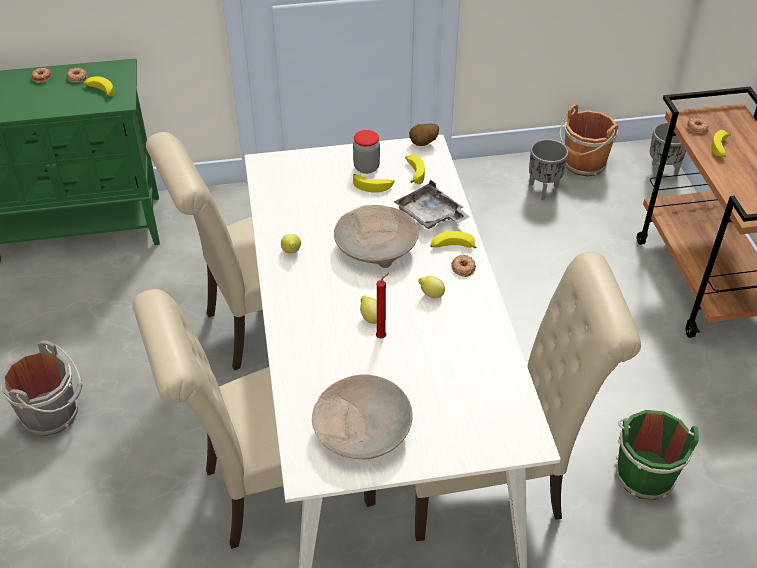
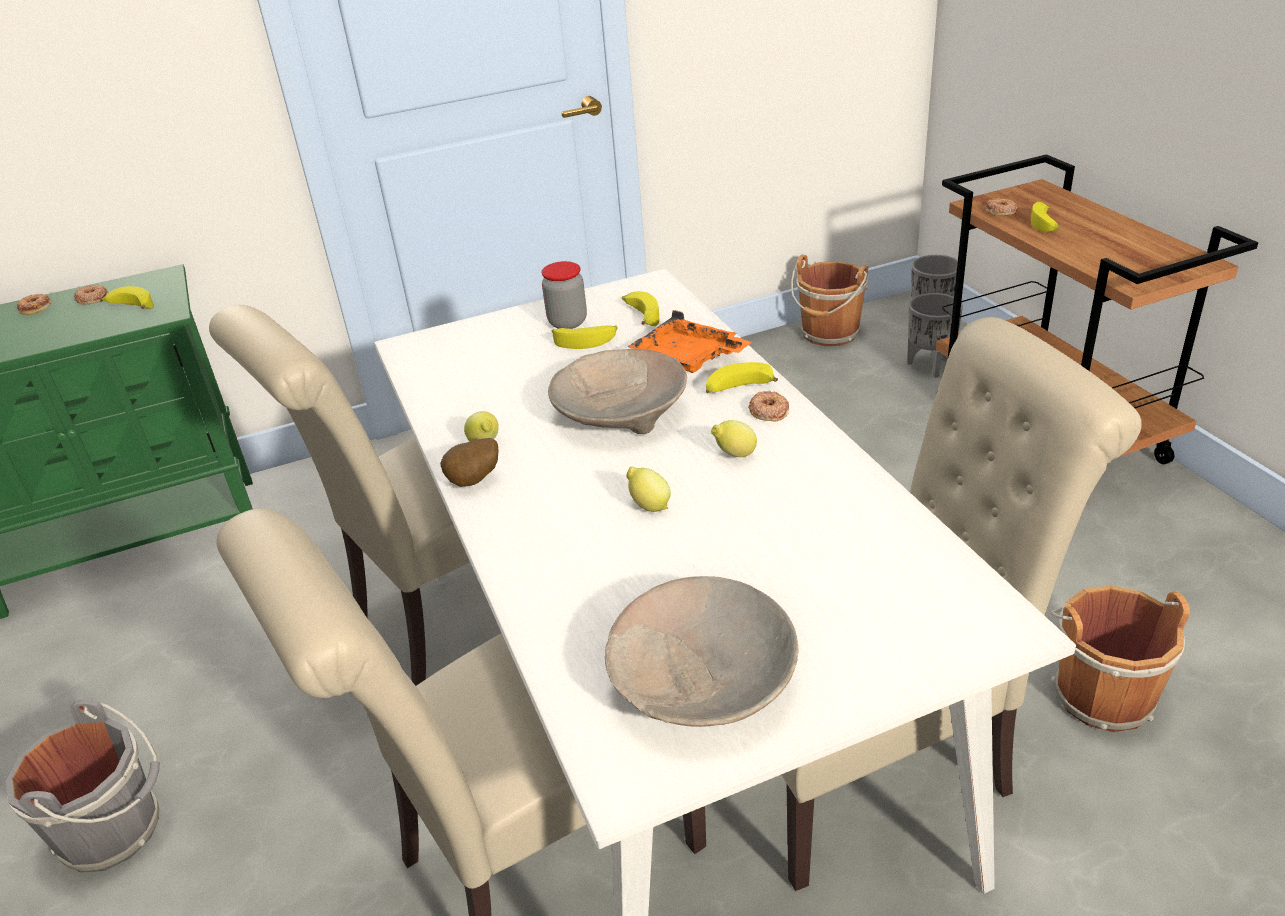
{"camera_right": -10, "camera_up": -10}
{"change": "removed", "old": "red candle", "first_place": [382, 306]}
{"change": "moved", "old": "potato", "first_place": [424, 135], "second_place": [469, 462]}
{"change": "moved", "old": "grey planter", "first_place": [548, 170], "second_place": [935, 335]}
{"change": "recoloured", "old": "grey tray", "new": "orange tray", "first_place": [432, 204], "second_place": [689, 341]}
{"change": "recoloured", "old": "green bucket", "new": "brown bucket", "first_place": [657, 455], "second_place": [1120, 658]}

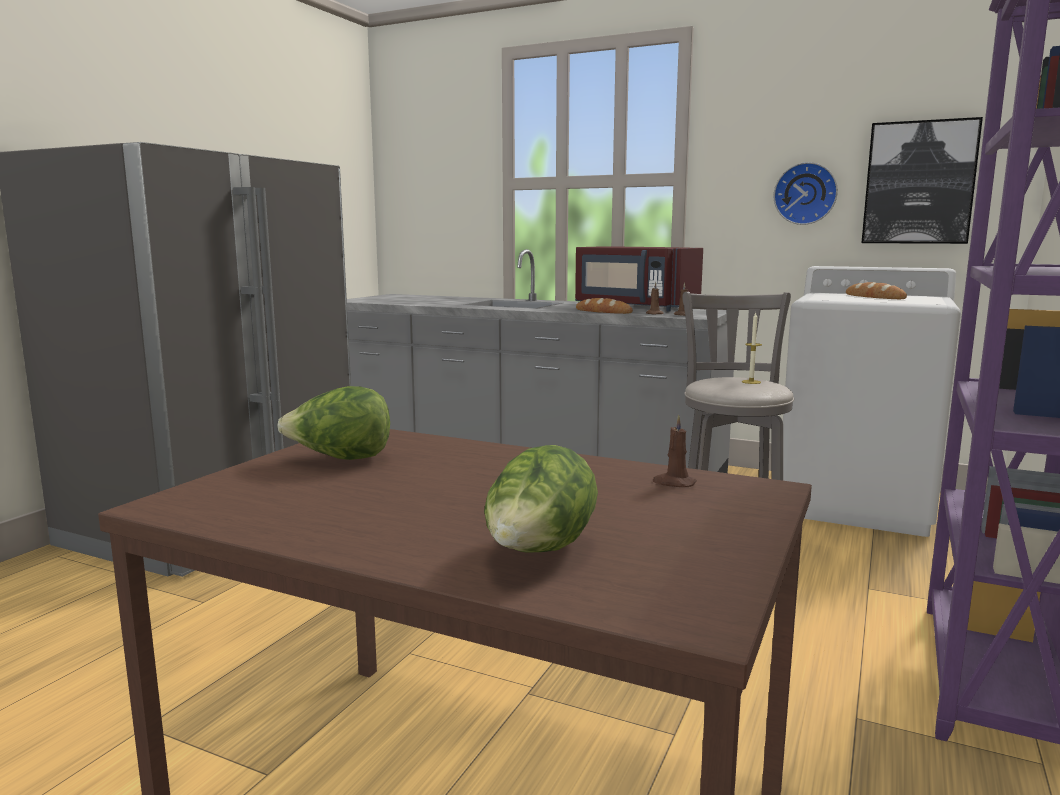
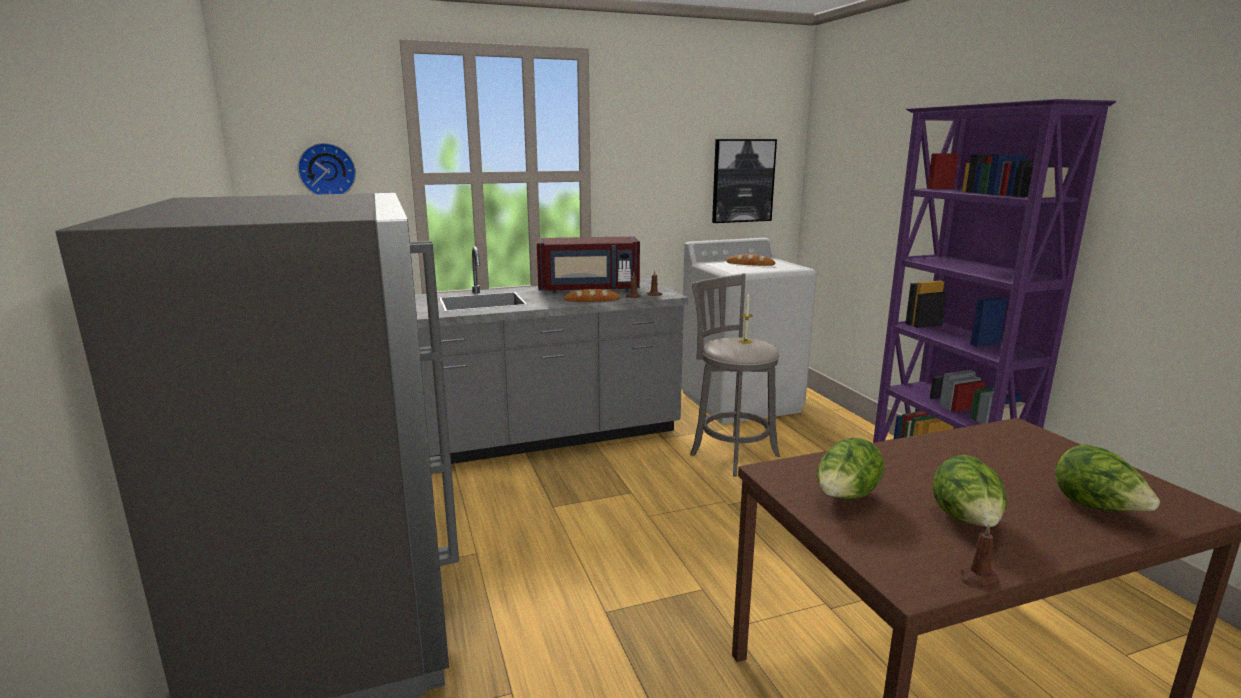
{"camera_right": -45, "camera_up": 5}
{"change": "added", "new": "lettuce", "second_place": [969, 491]}
{"change": "moved", "old": "brown candle", "first_place": [675, 450], "second_place": [980, 555]}
{"change": "moved", "old": "wall clock", "first_place": [806, 193], "second_place": [326, 169]}

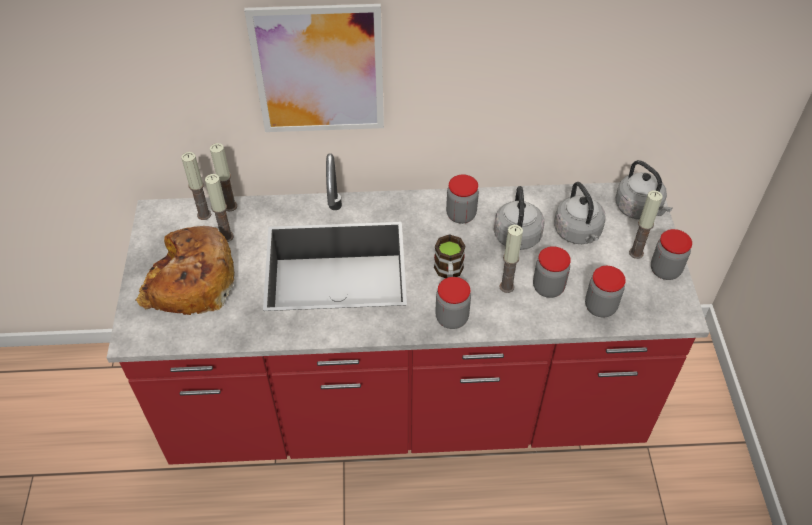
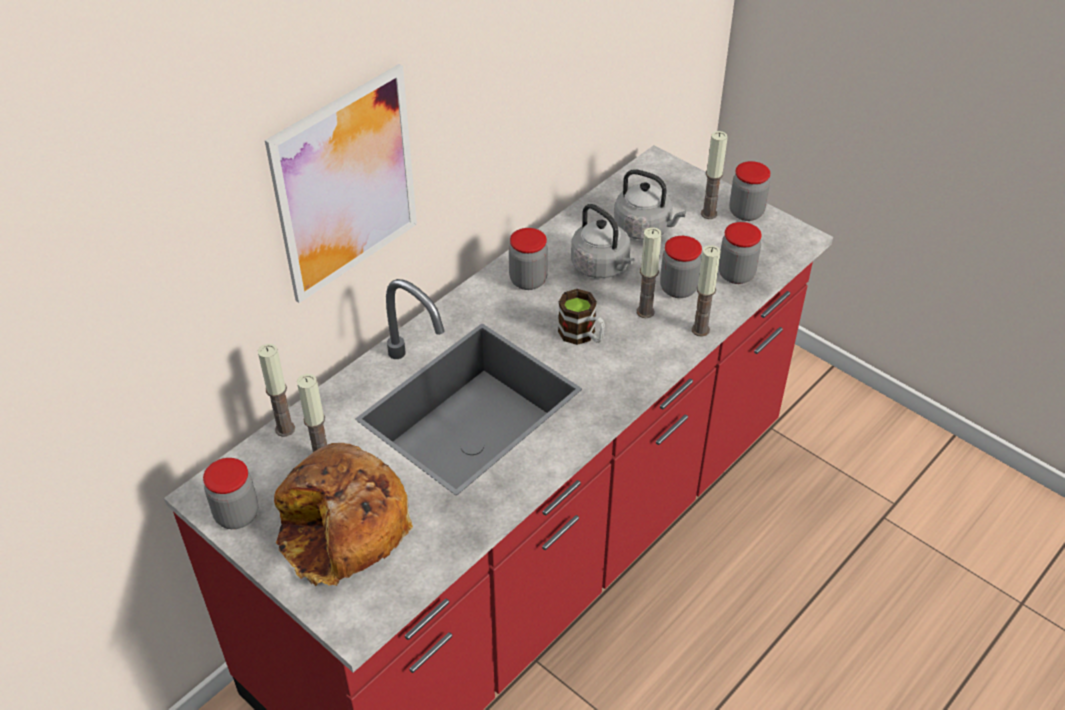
{"camera_right": -45, "camera_up": -5}
{"change": "removed", "old": "grey kettle", "first_place": [643, 190]}
{"change": "moved", "old": "candle", "first_place": [196, 186], "second_place": [706, 291]}
{"change": "moved", "old": "jar", "first_place": [453, 303], "second_place": [230, 493]}

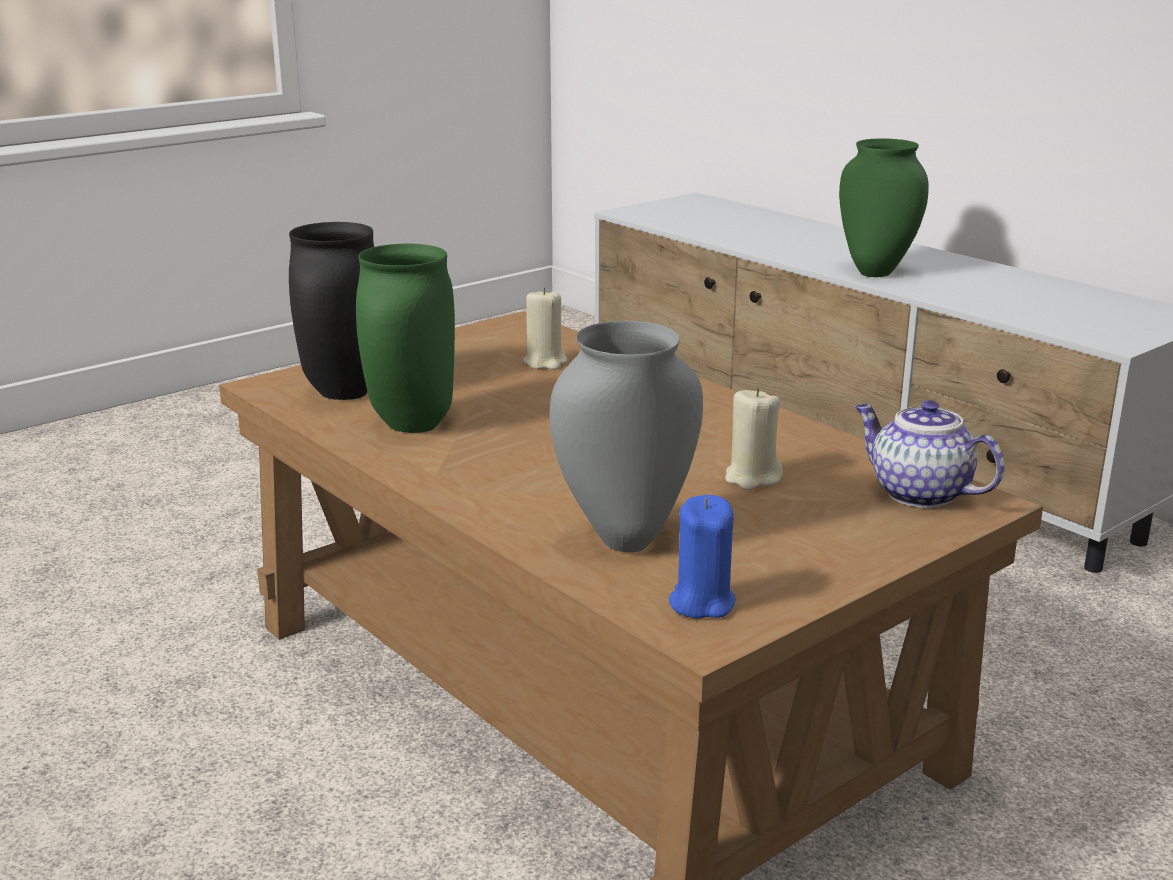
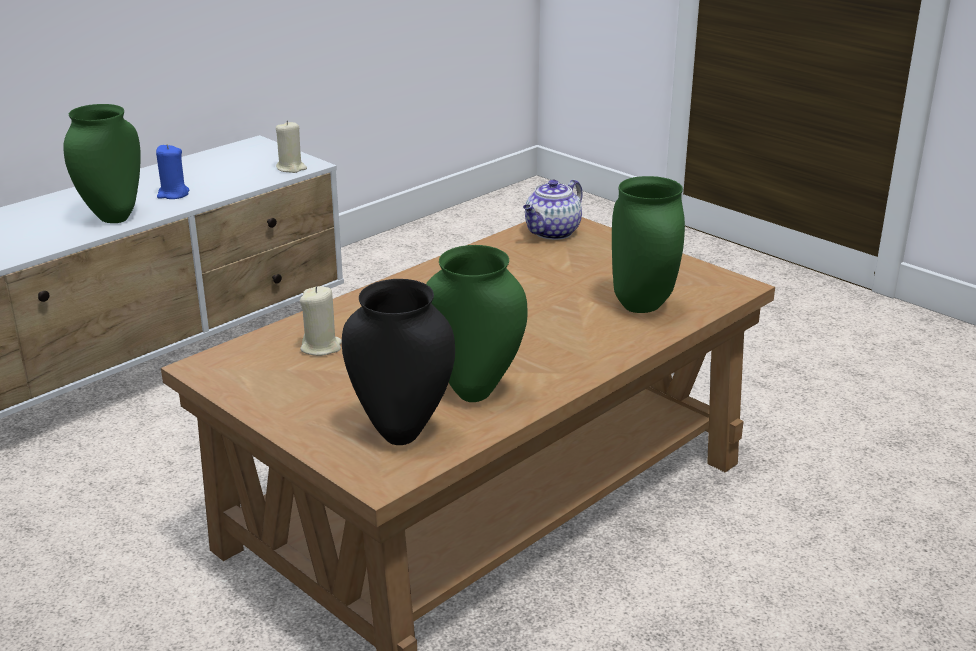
{"camera_right": -95, "camera_up": 5}
{"change": "moved", "old": "blue candle", "first_place": [702, 556], "second_place": [173, 171]}
{"change": "moved", "old": "beige candle", "first_place": [754, 439], "second_place": [291, 147]}
{"change": "recoloured", "old": "grey vase", "new": "green vase", "first_place": [626, 437], "second_place": [648, 244]}

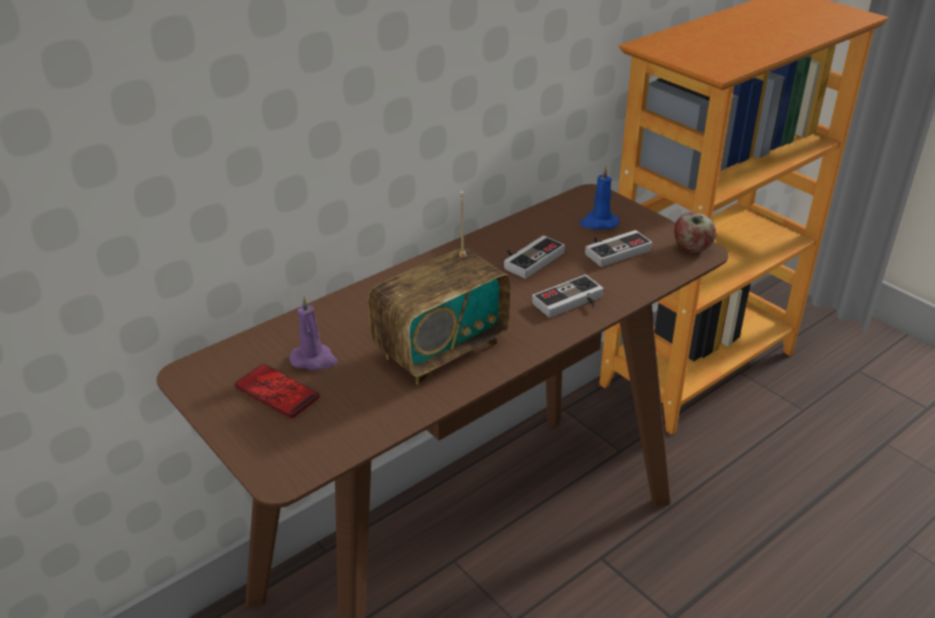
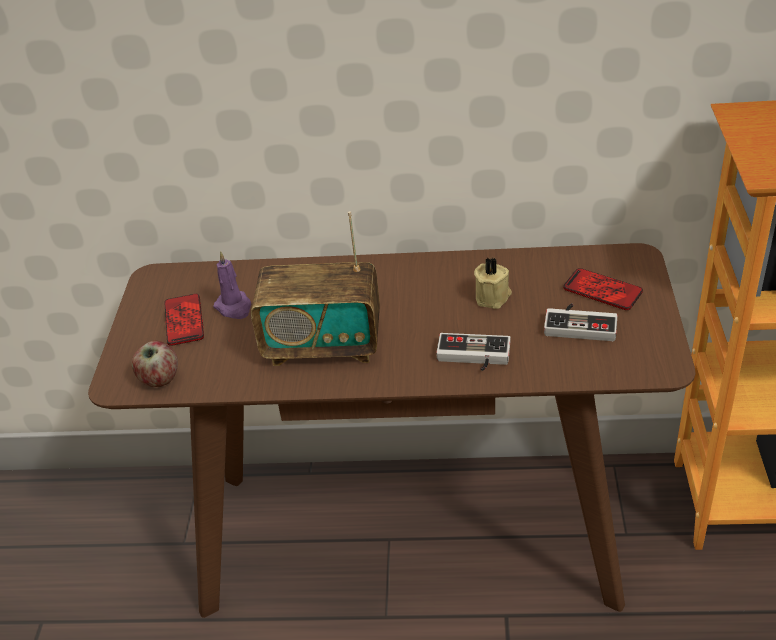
{"camera_right": 45, "camera_up": 5}
{"change": "moved", "old": "apple", "first_place": [695, 232], "second_place": [155, 364]}
{"change": "replaced", "old": "game controller", "new": "beige candle", "first_place": [534, 257], "second_place": [493, 283]}
{"change": "replaced", "old": "blue candle", "new": "phone", "first_place": [599, 197], "second_place": [603, 289]}

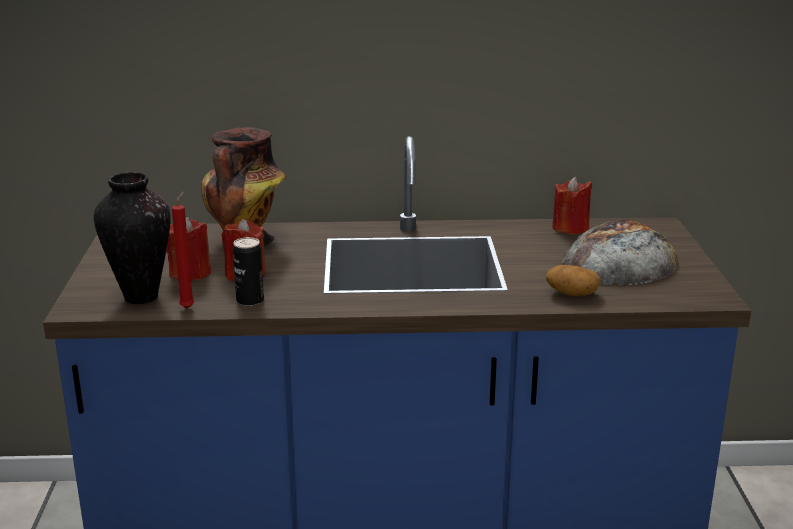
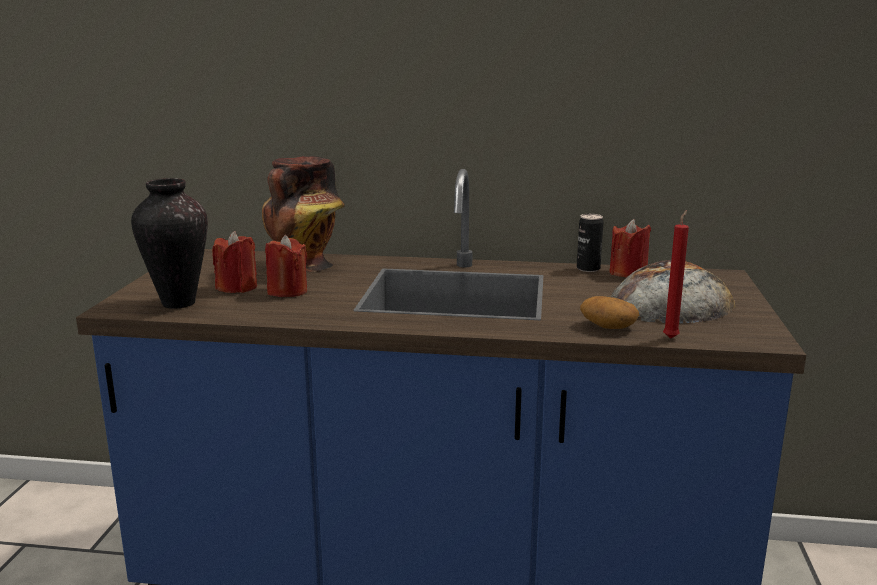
{"camera_right": 10, "camera_up": -5}
{"change": "moved", "old": "red candle", "first_place": [183, 250], "second_place": [676, 274]}
{"change": "moved", "old": "can", "first_place": [248, 271], "second_place": [590, 243]}

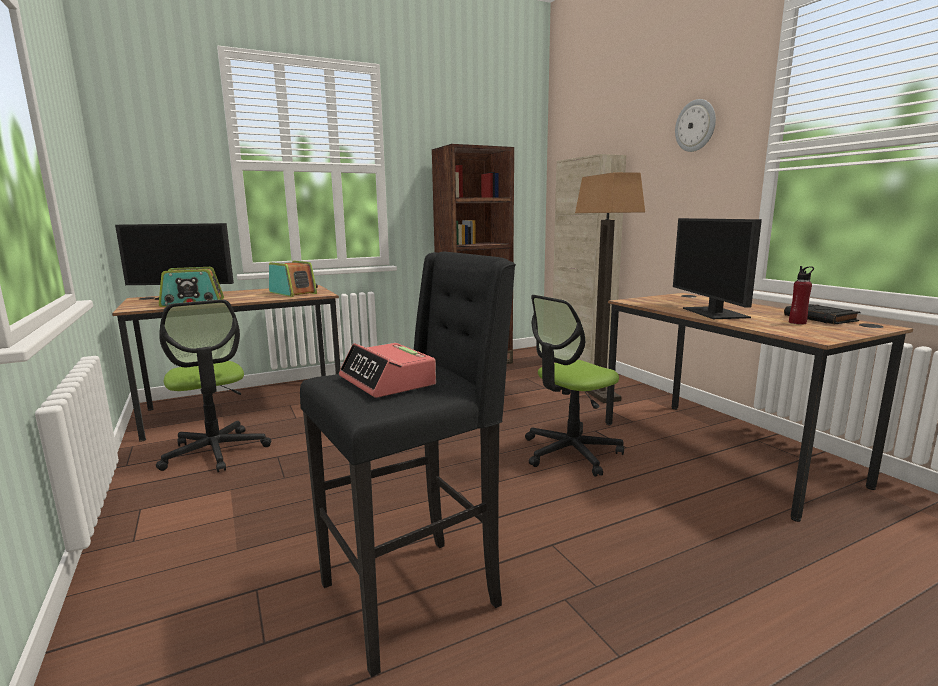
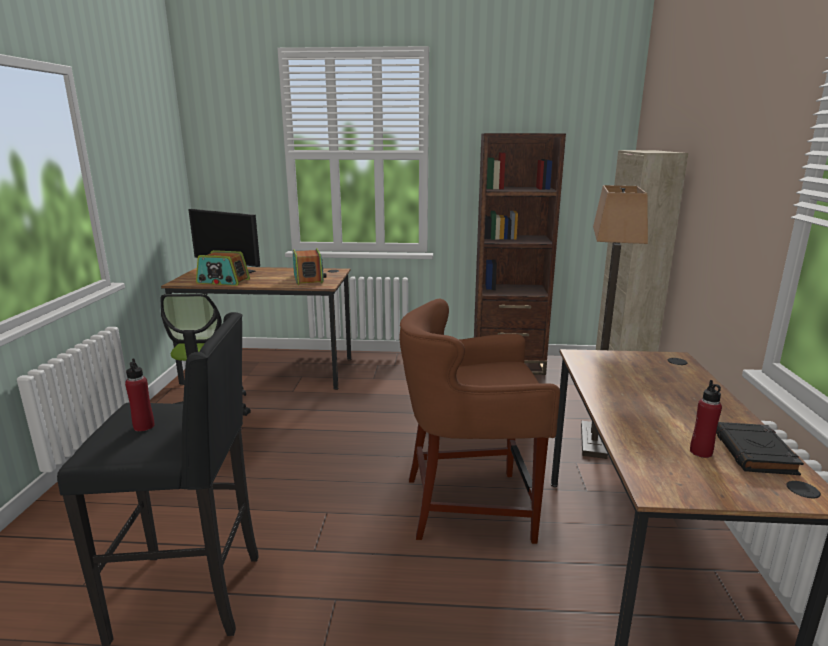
{"camera_right": 30, "camera_up": 5}
{"change": "removed", "old": "monitor", "first_place": [717, 268]}
{"change": "removed", "old": "wall clock", "first_place": [695, 125]}
{"change": "replaced", "old": "alarm clock", "new": "red bottle", "first_place": [387, 370], "second_place": [139, 395]}
{"change": "replaced", "old": "office chair", "new": "brown stool", "first_place": [574, 385], "second_place": [479, 421]}

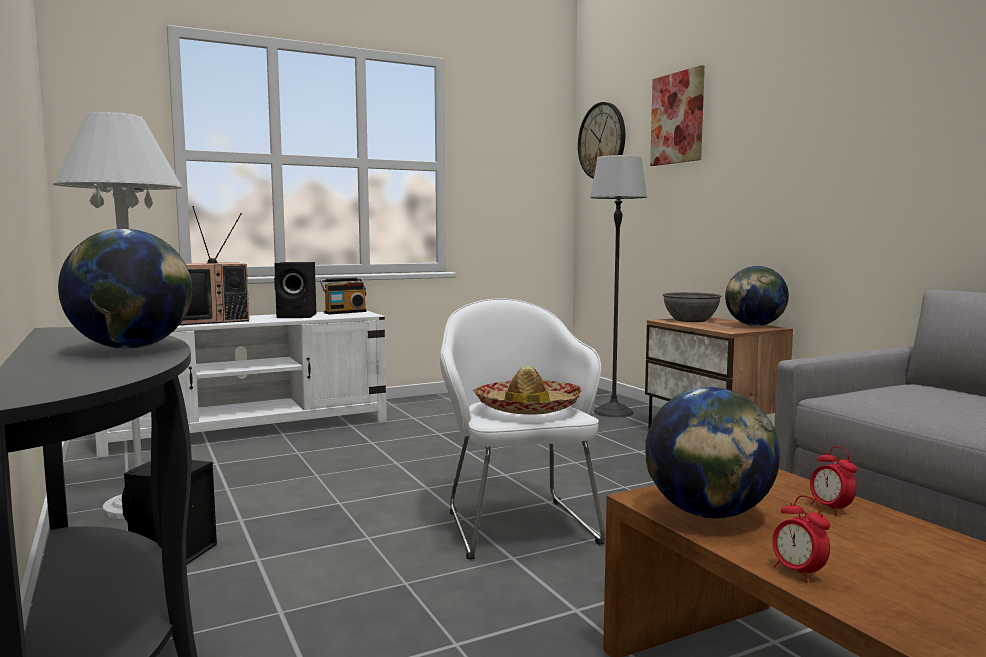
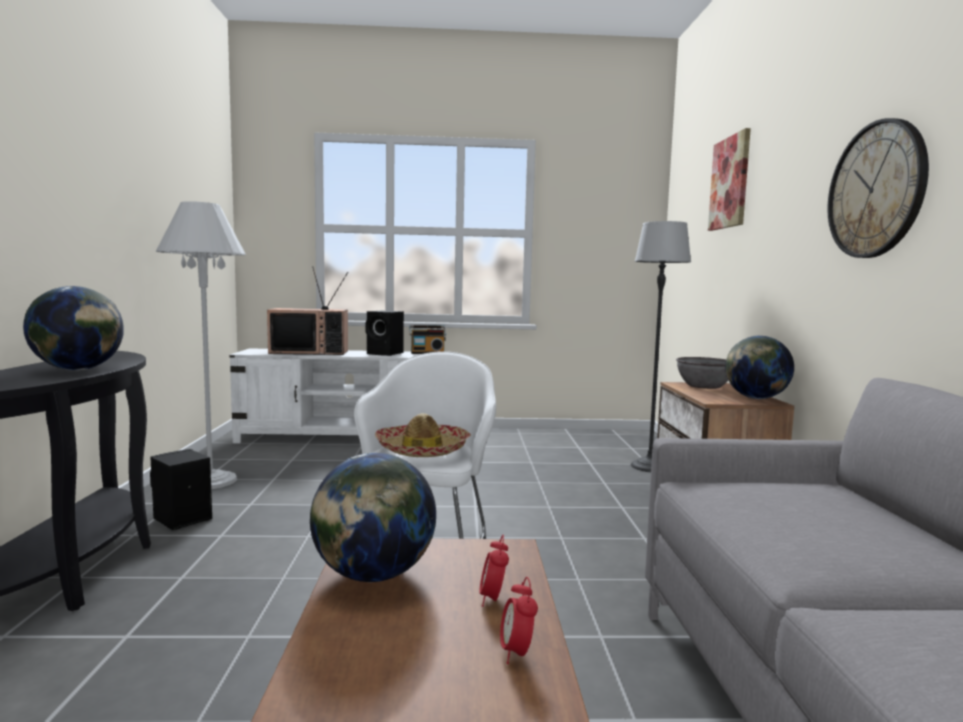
{"camera_right": 25, "camera_up": 0}
{"change": "moved", "old": "wall clock", "first_place": [601, 140], "second_place": [878, 188]}
{"change": "moved", "old": "alarm clock", "first_place": [801, 539], "second_place": [519, 620]}

